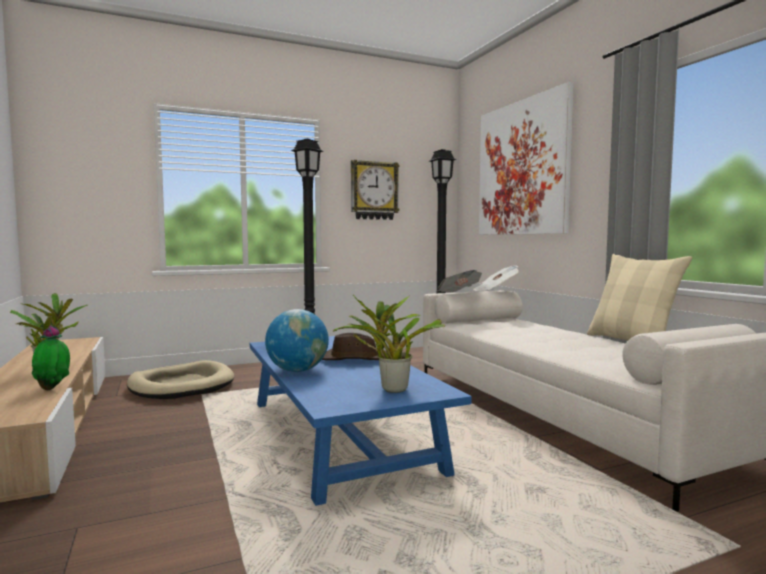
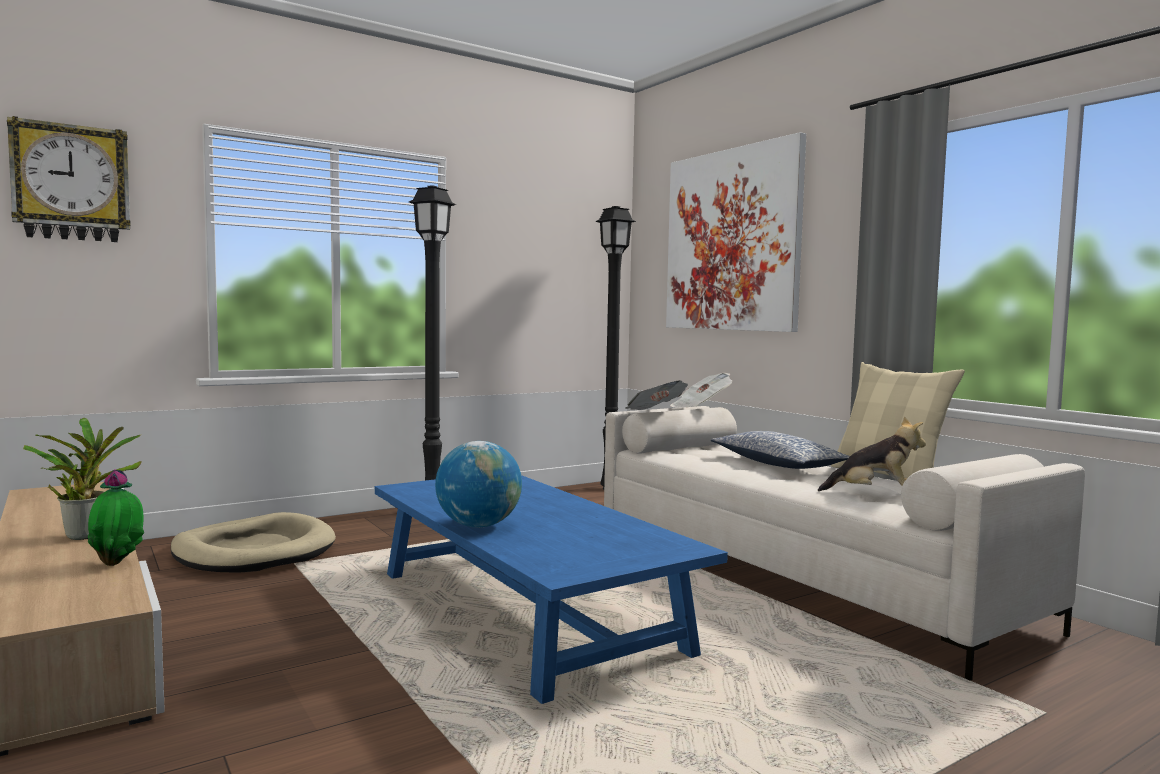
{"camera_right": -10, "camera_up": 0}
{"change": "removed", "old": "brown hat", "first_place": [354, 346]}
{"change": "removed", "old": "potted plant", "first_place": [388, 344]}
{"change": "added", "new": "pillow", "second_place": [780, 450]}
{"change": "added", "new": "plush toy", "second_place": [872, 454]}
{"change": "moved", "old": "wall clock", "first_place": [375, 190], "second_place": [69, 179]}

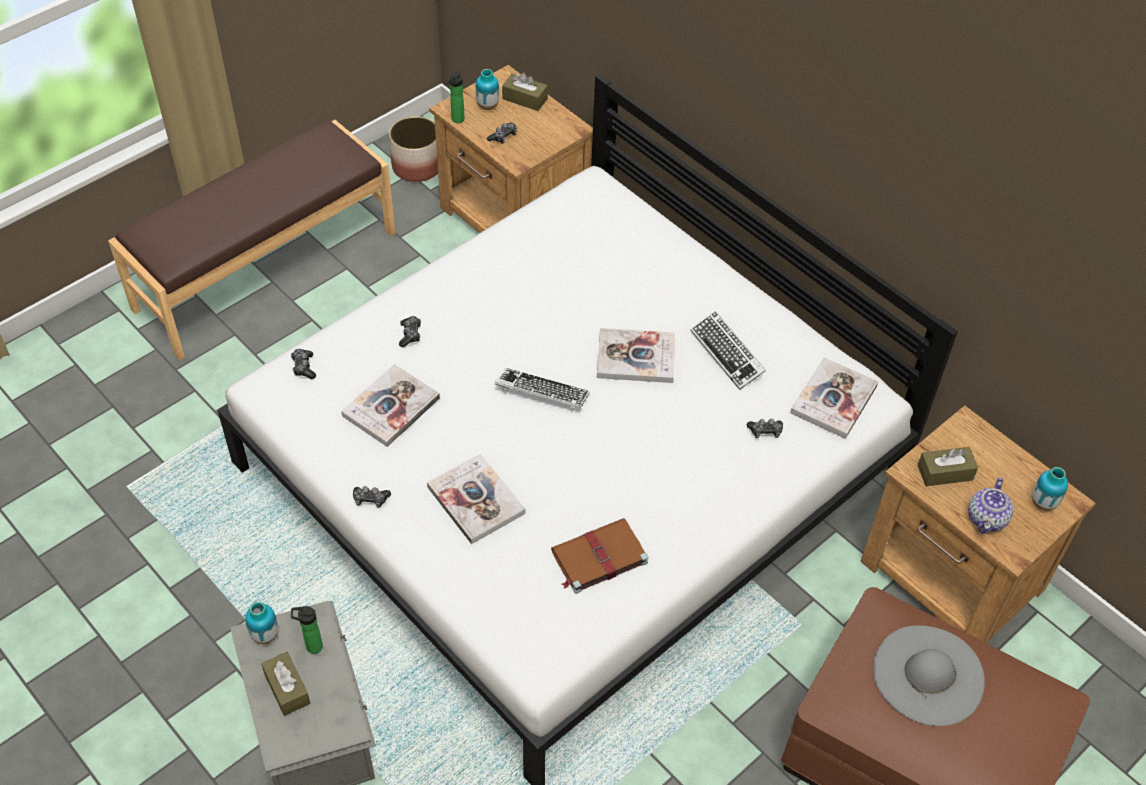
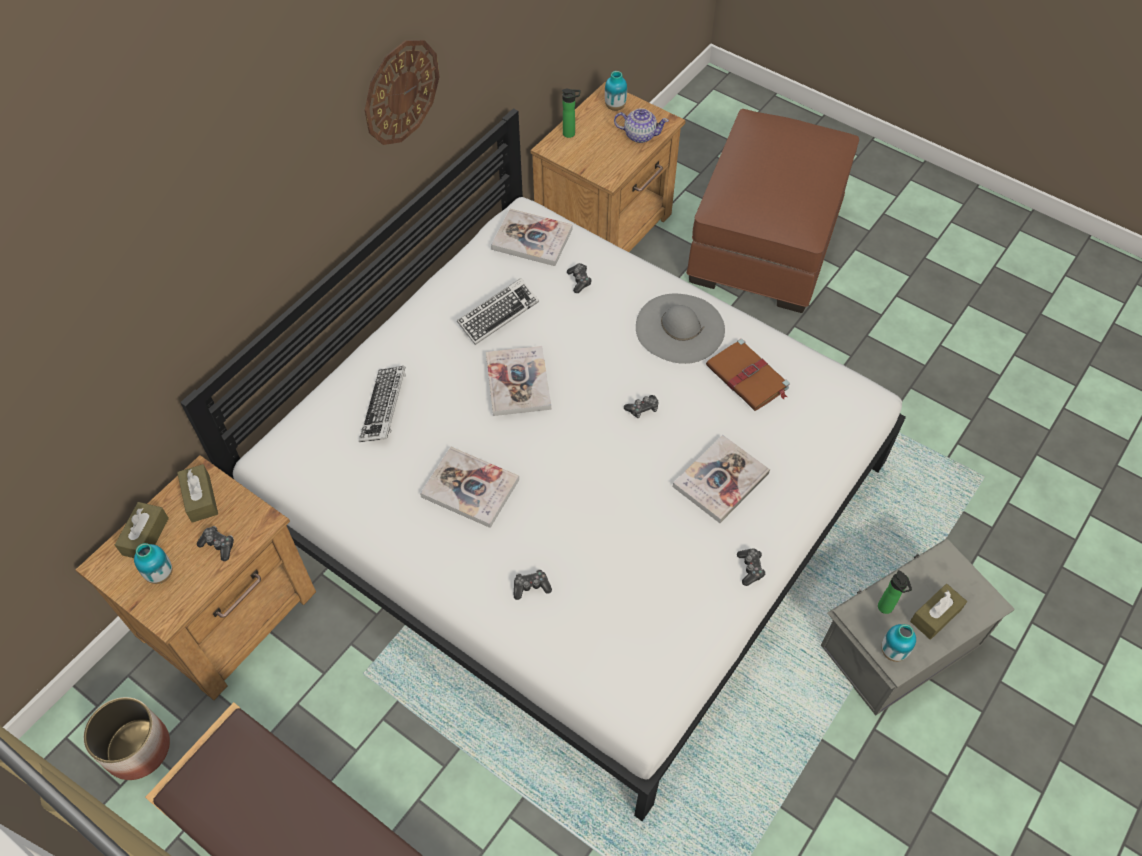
{"camera_right": -100, "camera_up": 5}
{"change": "added", "new": "wall clock", "second_place": [402, 92]}
{"change": "moved", "old": "game controller", "first_place": [303, 364], "second_place": [641, 406]}
{"change": "moved", "old": "book", "first_place": [390, 405], "second_place": [469, 487]}
{"change": "moved", "old": "bottle", "first_place": [456, 97], "second_place": [571, 113]}
{"change": "moved", "old": "keyboard", "first_place": [542, 389], "second_place": [382, 404]}
{"change": "moved", "old": "grey hat", "first_place": [929, 675], "second_place": [680, 329]}
{"change": "moved", "old": "brown tissue box", "first_place": [948, 466], "second_place": [197, 493]}

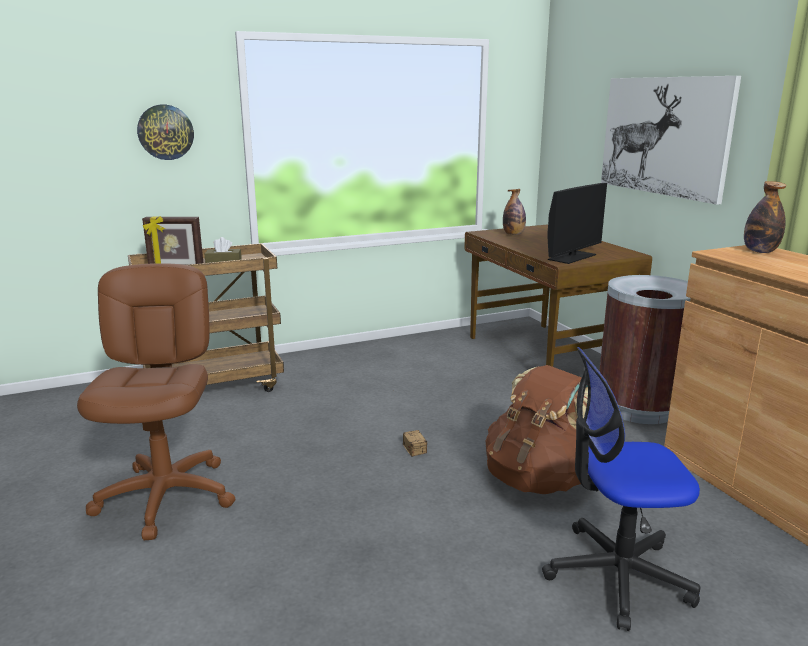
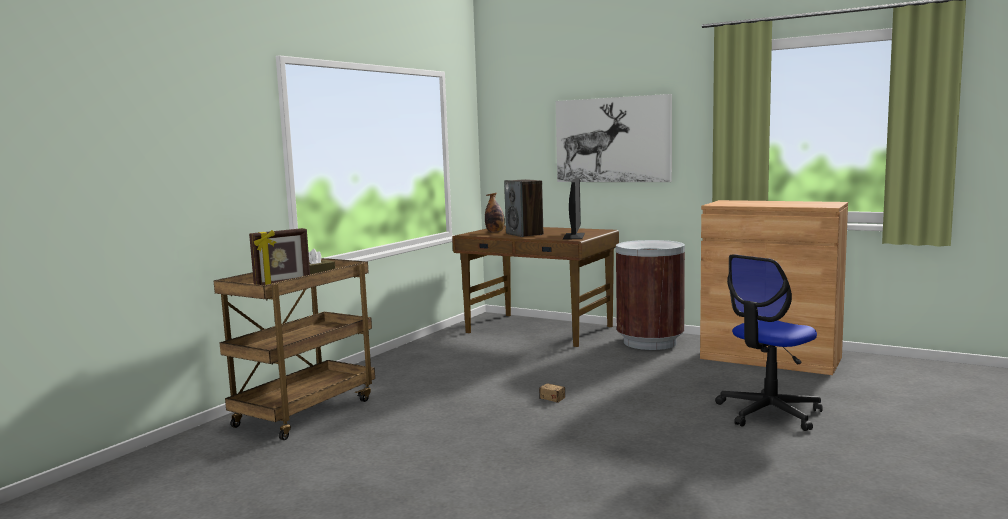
{"camera_right": -35, "camera_up": -10}
{"change": "removed", "old": "brown office chair", "first_place": [156, 401]}
{"change": "removed", "old": "wall clock", "first_place": [165, 132]}
{"change": "removed", "old": "brown backpack", "first_place": [537, 429]}
{"change": "removed", "old": "bottle", "first_place": [765, 217]}
{"change": "added", "new": "speaker", "second_place": [523, 208]}

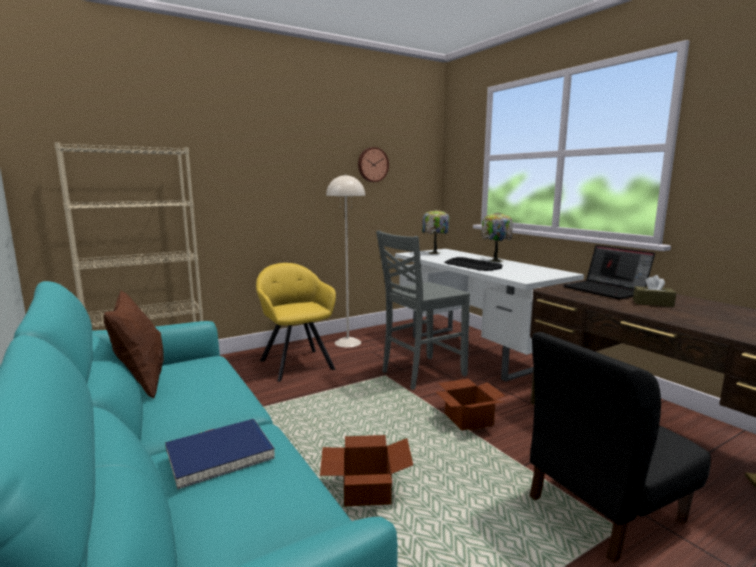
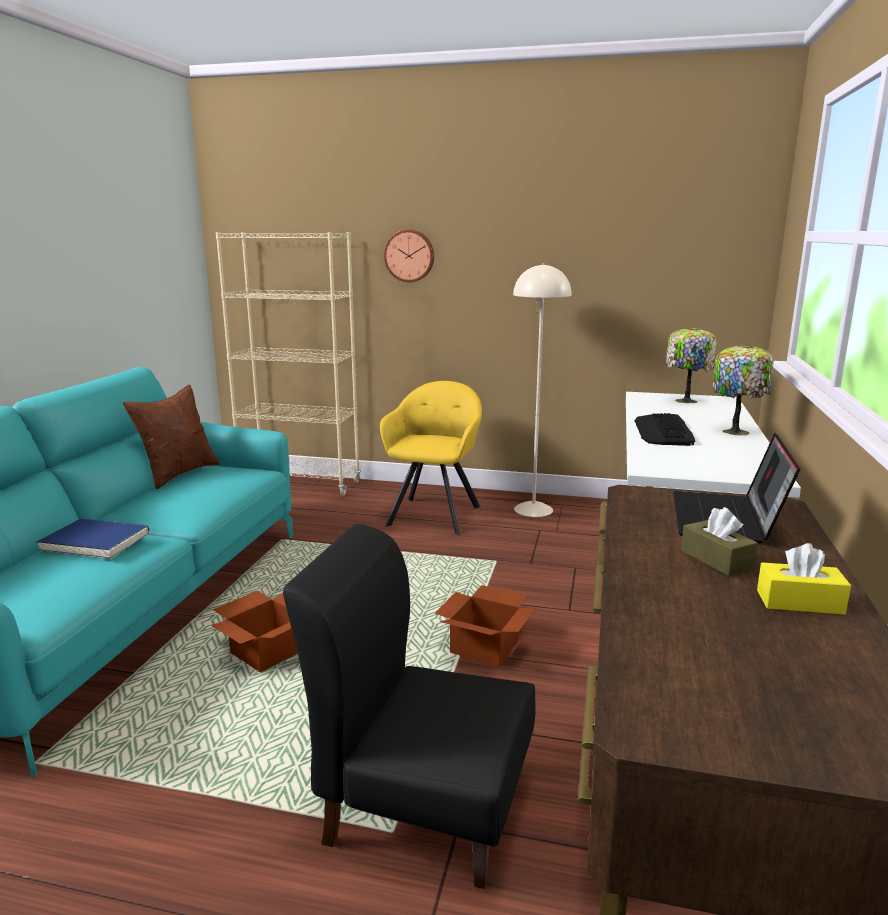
{"camera_right": 45, "camera_up": 5}
{"change": "removed", "old": "grey chair", "first_place": [423, 310]}
{"change": "added", "new": "yellow tissue box", "second_place": [804, 579]}
{"change": "moved", "old": "wall clock", "first_place": [373, 164], "second_place": [409, 256]}

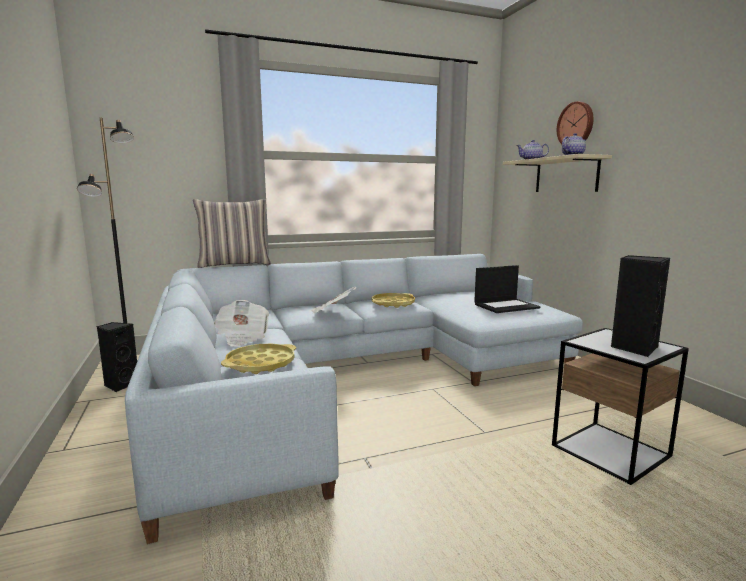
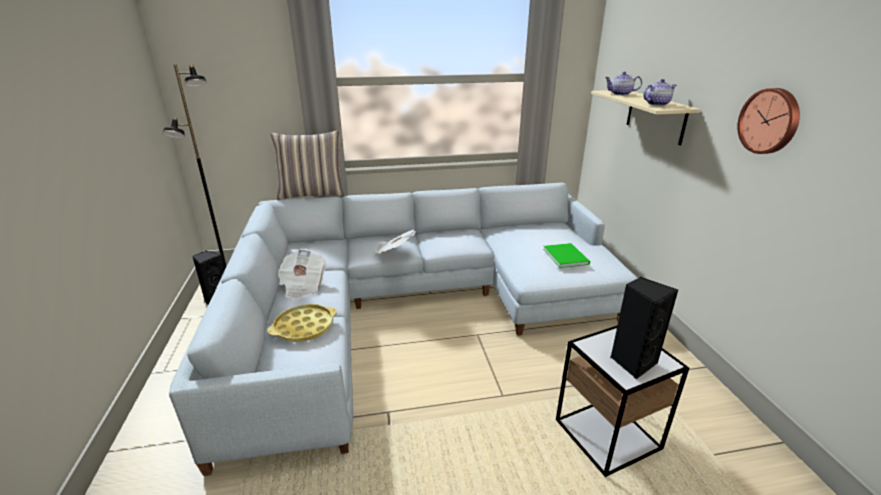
{"camera_right": 10, "camera_up": 15}
{"change": "removed", "old": "yellow tray", "first_place": [393, 300]}
{"change": "moved", "old": "wall clock", "first_place": [575, 122], "second_place": [768, 121]}
{"change": "replaced", "old": "laptop", "new": "green book", "first_place": [507, 289], "second_place": [566, 255]}

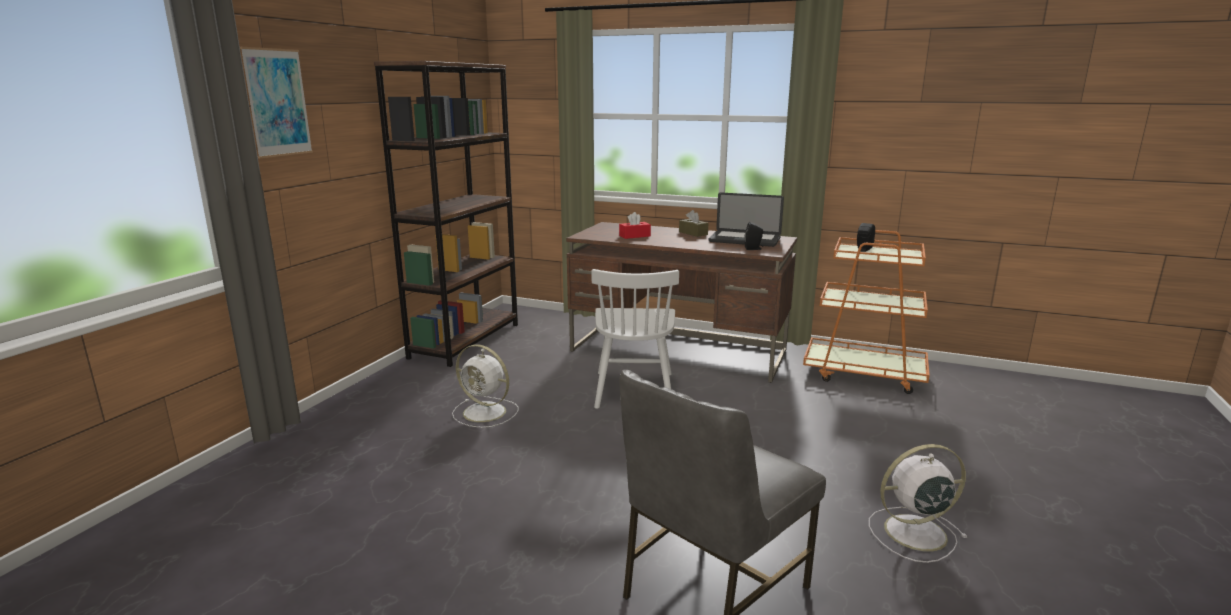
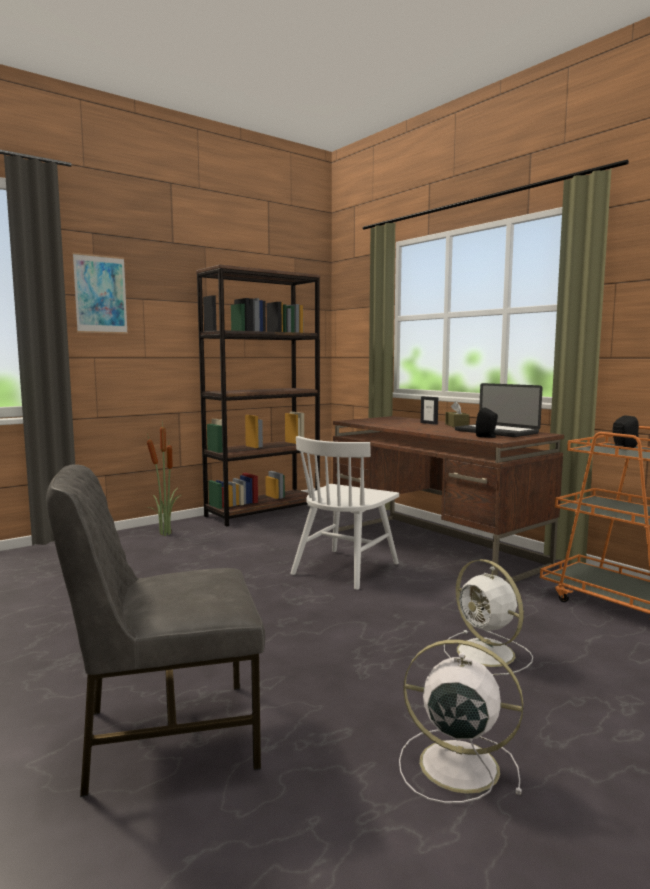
{"camera_right": 30, "camera_up": -10}
{"change": "removed", "old": "red tissue box", "first_place": [635, 225]}
{"change": "added", "new": "potted plant", "second_place": [164, 478]}
{"change": "added", "new": "picture frame", "second_place": [429, 410]}
{"change": "moved", "old": "white fan", "first_place": [485, 386], "second_place": [488, 617]}

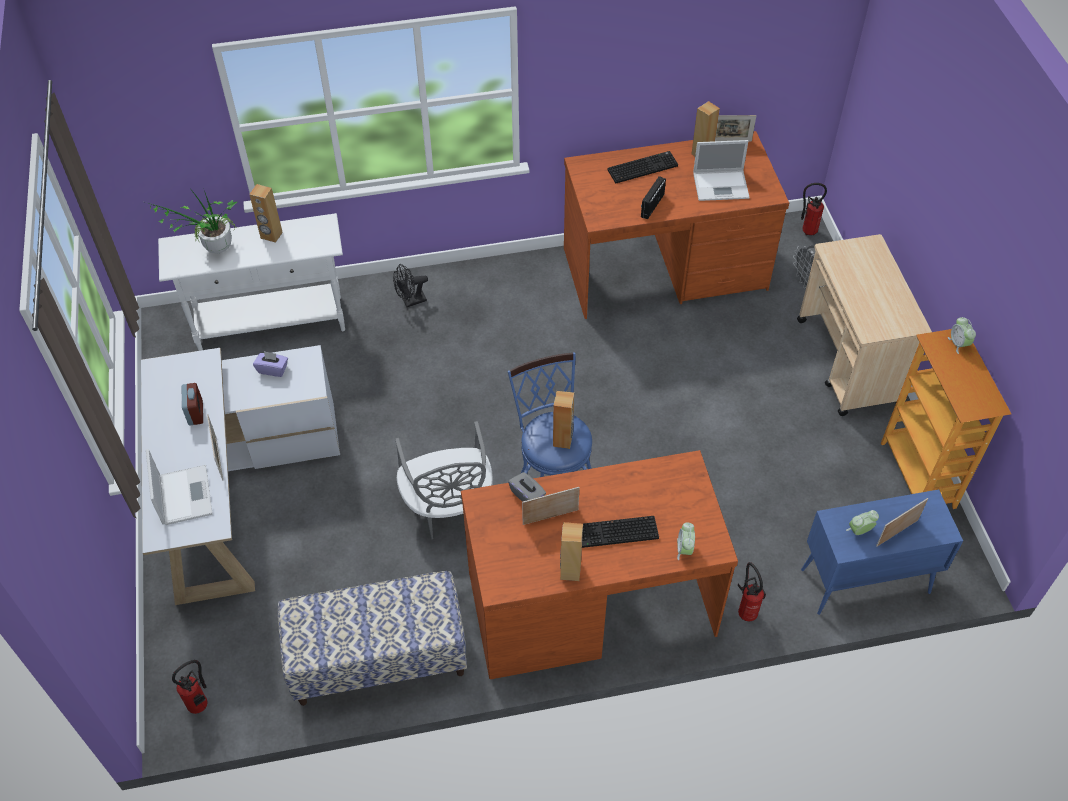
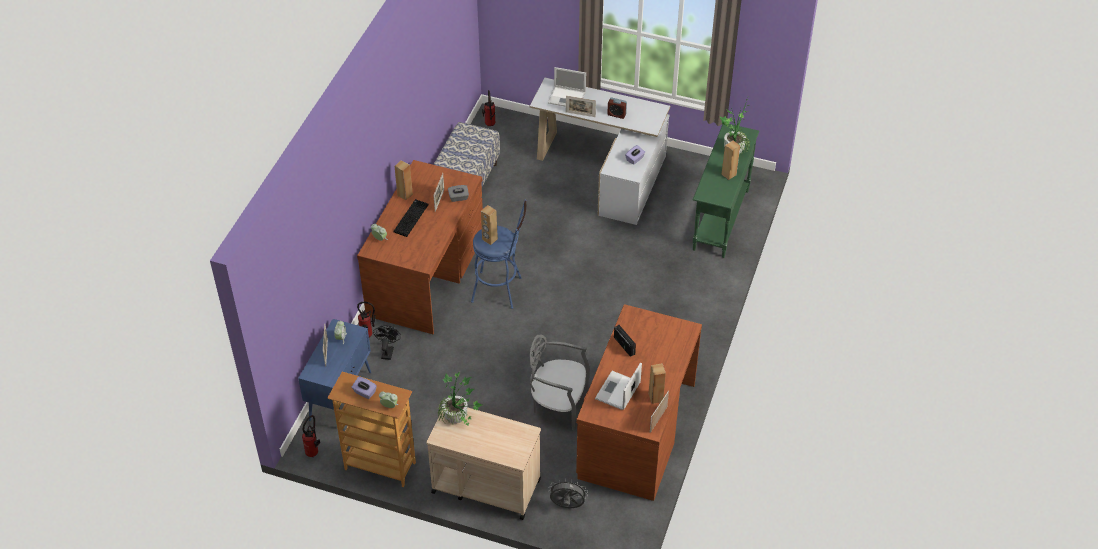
{"camera_right": 120, "camera_up": -5}
{"change": "removed", "old": "keyboard", "first_place": [642, 167]}
{"change": "added", "new": "purple tissue box", "second_place": [364, 388]}
{"change": "added", "new": "potted plant", "second_place": [459, 399]}
{"change": "moved", "old": "black fan", "first_place": [410, 285], "second_place": [387, 342]}
{"change": "moved", "old": "grey chair", "first_place": [444, 480], "second_place": [560, 382]}
{"change": "moved", "old": "fire extinguisher", "first_place": [814, 209], "second_place": [311, 436]}
{"change": "recoloured", "old": "white console table", "new": "green console table", "first_place": [251, 282], "second_place": [726, 190]}

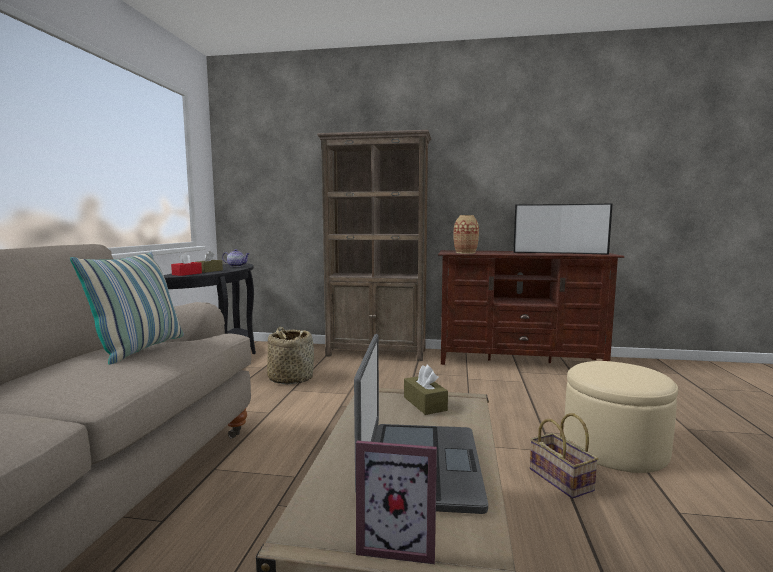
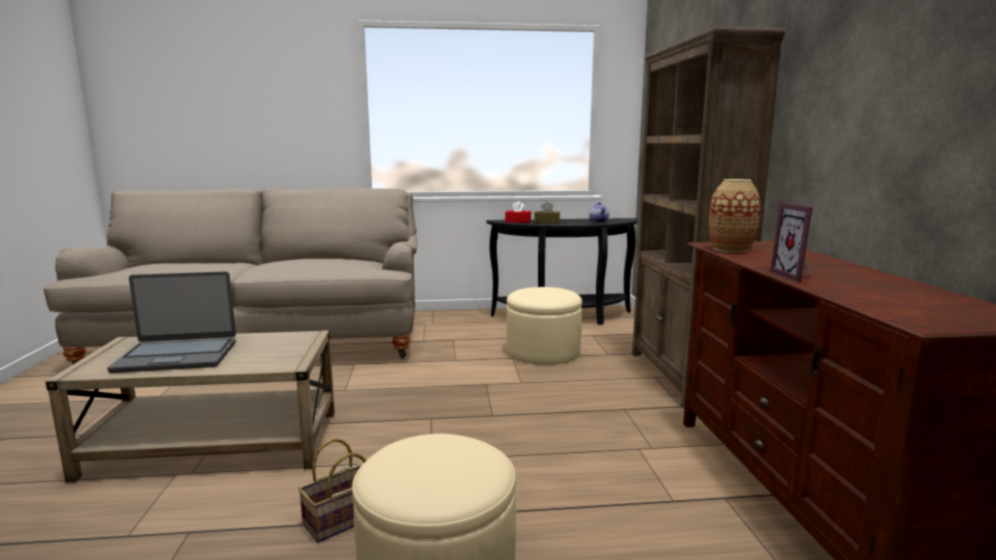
{"camera_right": 75, "camera_up": 5}
{"change": "removed", "old": "pillow", "first_place": [127, 308]}
{"change": "removed", "old": "brown tissue box", "first_place": [426, 390]}
{"change": "removed", "old": "television", "first_place": [563, 229]}
{"change": "moved", "old": "picture frame", "first_place": [396, 502], "second_place": [791, 242]}
{"change": "replaced", "old": "basket", "new": "beige ottoman", "first_place": [290, 355], "second_place": [544, 326]}

